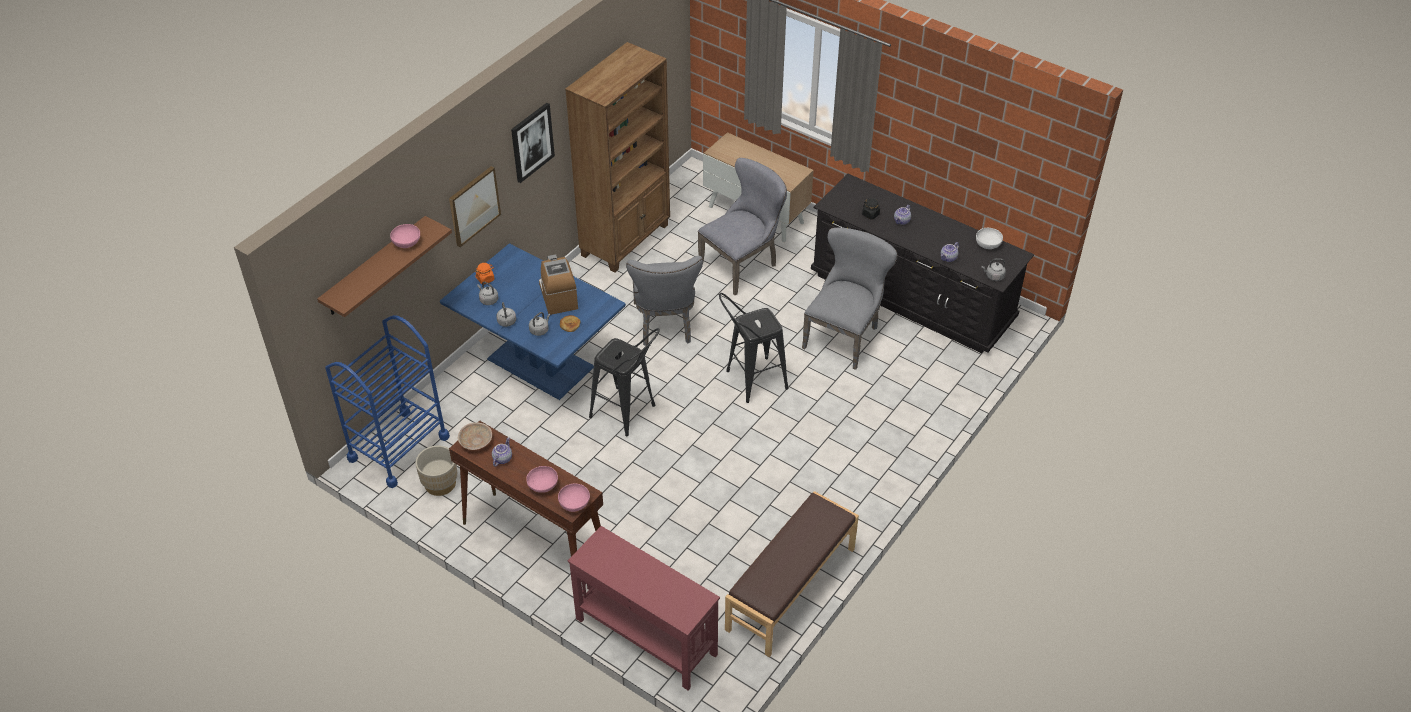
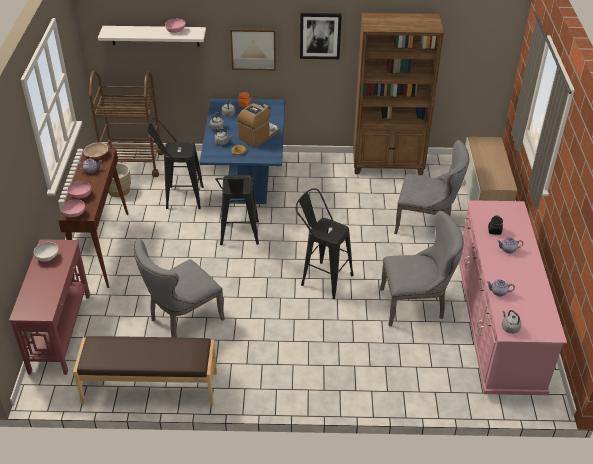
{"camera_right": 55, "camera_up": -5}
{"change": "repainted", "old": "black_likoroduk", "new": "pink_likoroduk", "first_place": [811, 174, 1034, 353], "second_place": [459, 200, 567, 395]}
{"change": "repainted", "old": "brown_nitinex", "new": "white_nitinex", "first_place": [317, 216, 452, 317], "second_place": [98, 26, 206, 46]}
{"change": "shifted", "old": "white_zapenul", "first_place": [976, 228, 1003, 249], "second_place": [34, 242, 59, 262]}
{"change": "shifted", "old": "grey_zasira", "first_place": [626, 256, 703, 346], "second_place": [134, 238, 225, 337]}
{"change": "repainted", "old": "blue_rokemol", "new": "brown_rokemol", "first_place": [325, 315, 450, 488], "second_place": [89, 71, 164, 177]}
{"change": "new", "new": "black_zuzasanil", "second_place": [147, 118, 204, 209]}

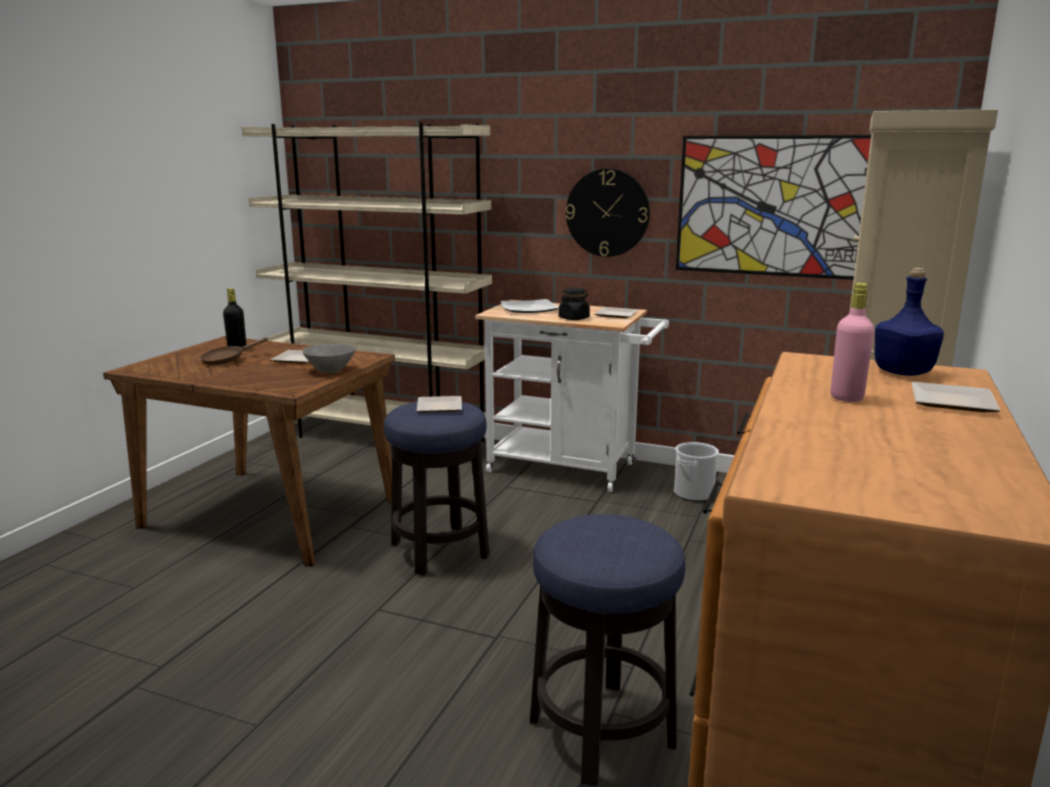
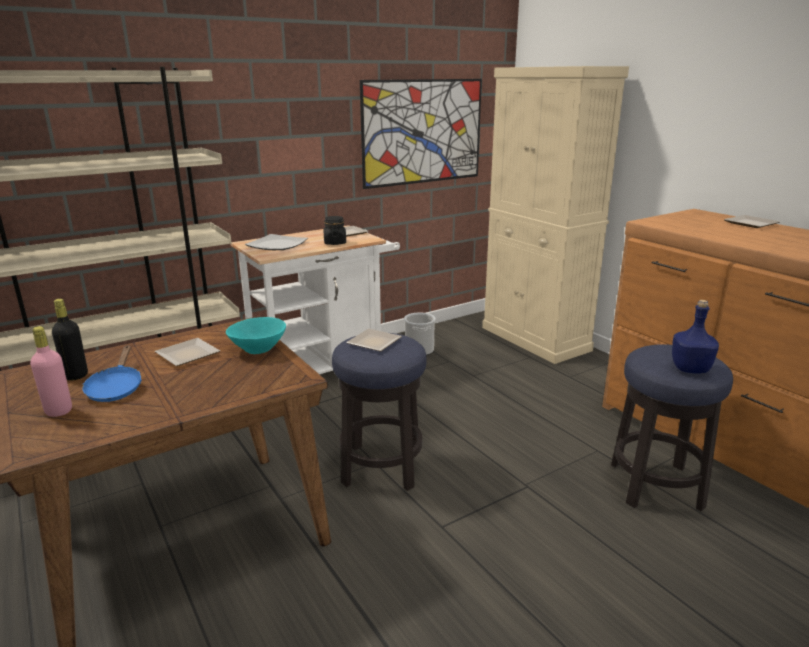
{"camera_right": -55, "camera_up": 5}
{"change": "gone", "old": "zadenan", "first_place": [566, 169, 650, 257]}
{"change": "shifted", "old": "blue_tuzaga", "first_place": [874, 268, 944, 376], "second_place": [672, 300, 719, 373]}
{"change": "shifted", "old": "pink_tuzaga", "first_place": [831, 283, 874, 402], "second_place": [30, 326, 72, 417]}
{"change": "repainted", "old": "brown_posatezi", "new": "blue_posatezi", "first_place": [200, 338, 268, 365], "second_place": [82, 345, 142, 402]}
{"change": "repainted", "old": "grey_zapenul", "new": "turquoise_zapenul", "first_place": [302, 344, 355, 373], "second_place": [226, 317, 286, 354]}

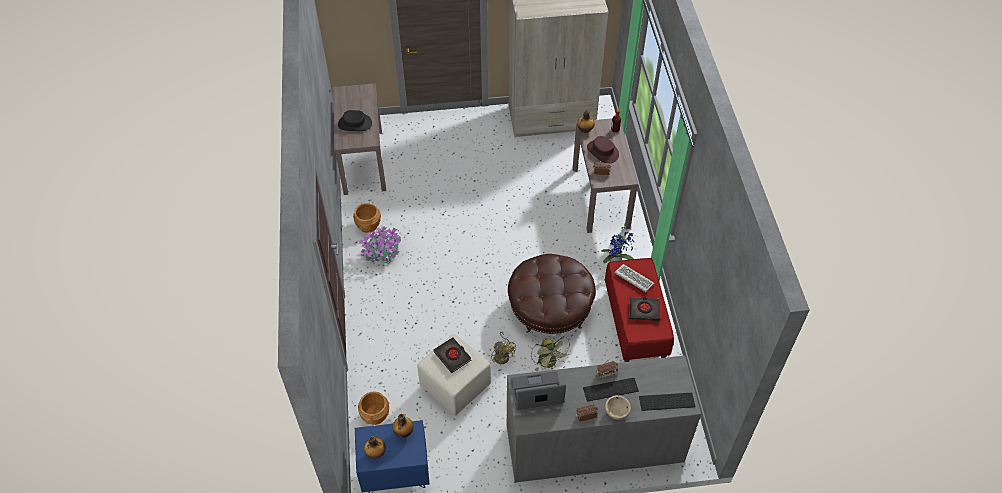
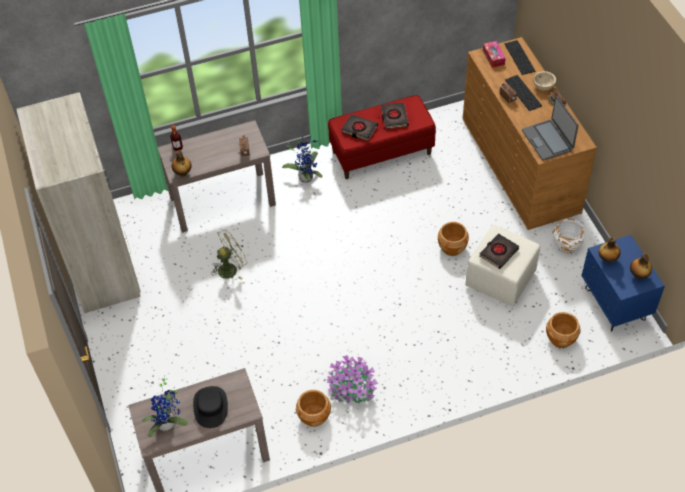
{"camera_right": -100, "camera_up": 0}
{"change": "gone", "old": "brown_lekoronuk", "first_place": [587, 136, 619, 163]}
{"change": "gone", "old": "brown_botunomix", "first_place": [508, 254, 596, 334]}
{"change": "swapped", "old": "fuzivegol", "new": "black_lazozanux", "first_place": [615, 264, 654, 292], "second_place": [341, 114, 378, 141]}
{"change": "swapped", "old": "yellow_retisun", "new": "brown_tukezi", "first_place": [491, 332, 516, 364], "second_place": [438, 222, 469, 256]}
{"change": "shifted", "old": "green_retisun", "first_place": [531, 335, 571, 371], "second_place": [211, 229, 247, 279]}
{"change": "repainted", "old": "grey_likoroduk", "new": "brown_likoroduk", "first_place": [507, 356, 701, 483], "second_place": [463, 37, 597, 230]}
{"change": "new", "new": "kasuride", "second_place": [483, 41, 506, 68]}
{"change": "new", "new": "white_tukezi", "second_place": [553, 219, 585, 253]}
{"change": "new", "new": "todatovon", "second_place": [142, 376, 188, 437]}

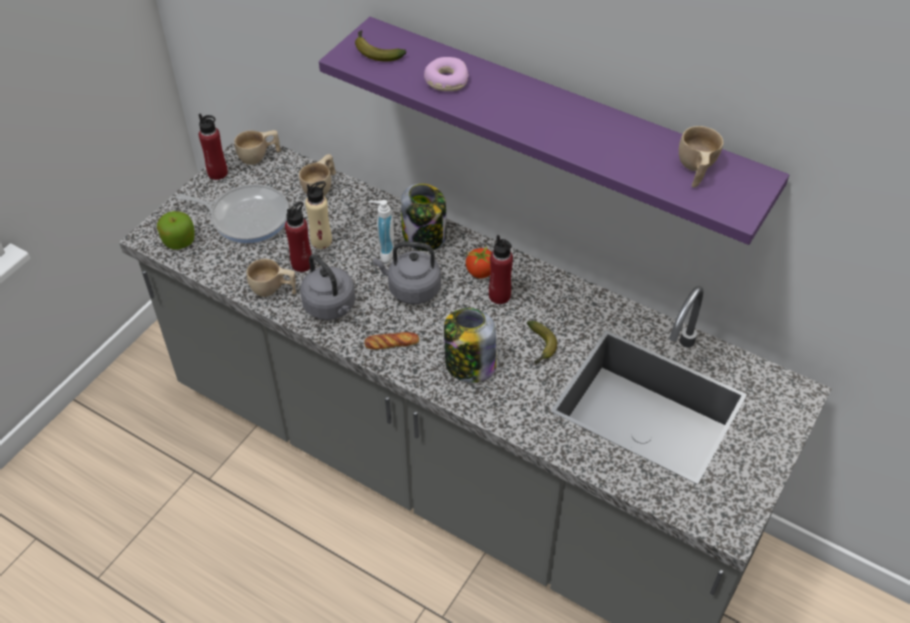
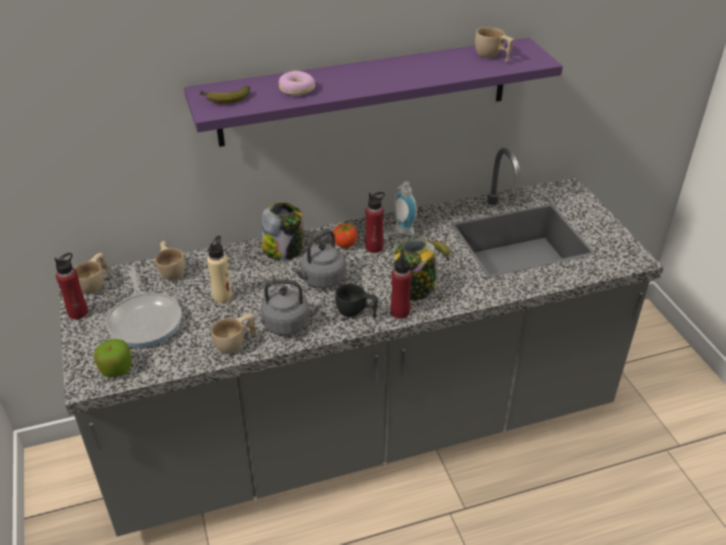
{"camera_right": -50, "camera_up": -10}
{"change": "rotated", "old": "posatezi", "first_place": [176, 184, 289, 243], "second_place": [106, 270, 182, 348], "degrees": 105}
{"change": "shifted", "old": "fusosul", "first_place": [368, 200, 394, 263], "second_place": [394, 181, 417, 236]}
{"change": "shifted", "old": "red_tuzaga", "first_place": [285, 201, 312, 272], "second_place": [390, 250, 412, 319]}
{"change": "swapped", "old": "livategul", "new": "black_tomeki", "first_place": [364, 332, 419, 349], "second_place": [335, 284, 378, 318]}

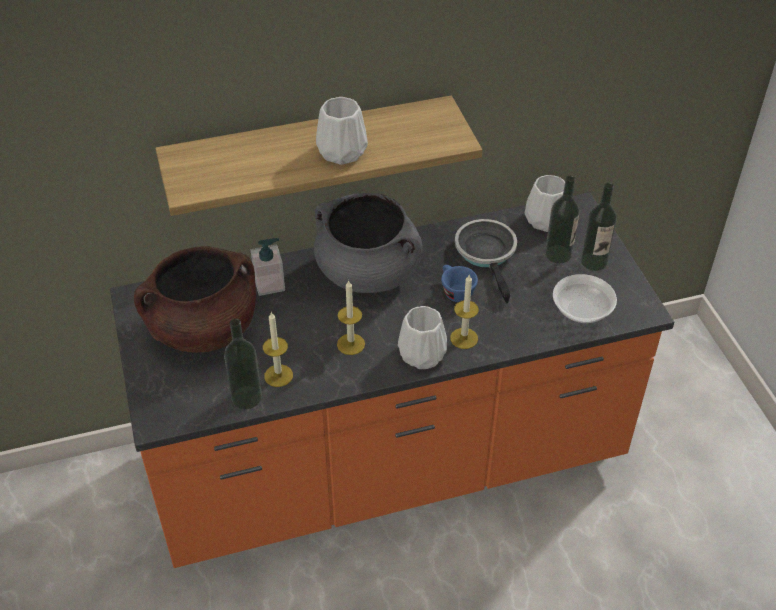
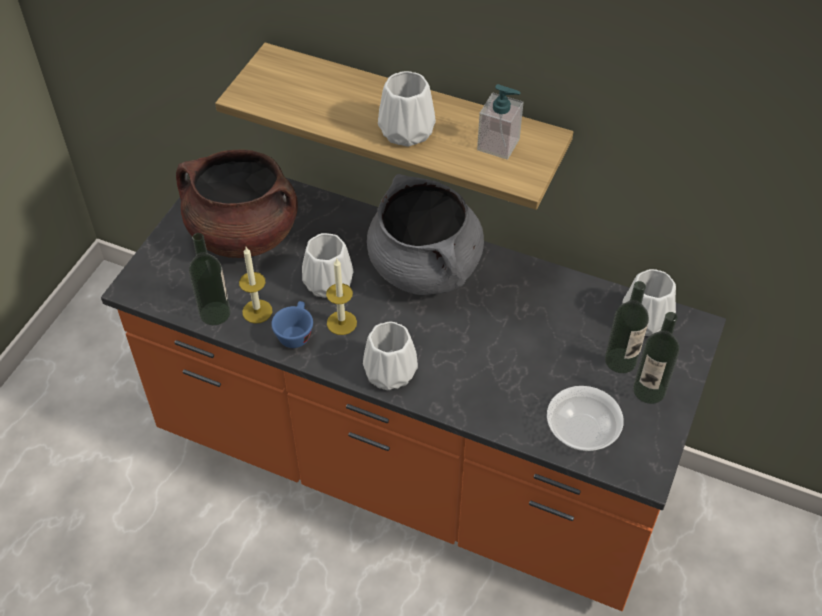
{"camera_right": 40, "camera_up": 5}
{"change": "gone", "old": "posatezi", "first_place": [455, 219, 517, 304]}
{"change": "shifted", "old": "fusosul", "first_place": [251, 238, 285, 296], "second_place": [477, 84, 523, 160]}
{"change": "shifted", "old": "blue_tomeki", "first_place": [441, 265, 478, 302], "second_place": [271, 301, 313, 348]}
{"change": "gone", "old": "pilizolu", "first_place": [450, 275, 479, 349]}
{"change": "new", "new": "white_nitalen", "second_place": [302, 233, 354, 298]}

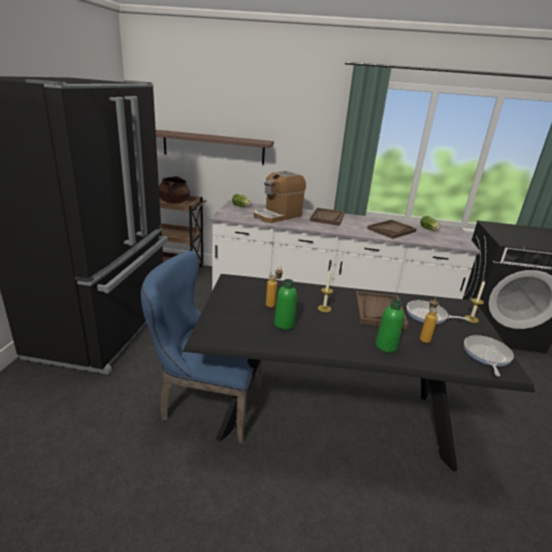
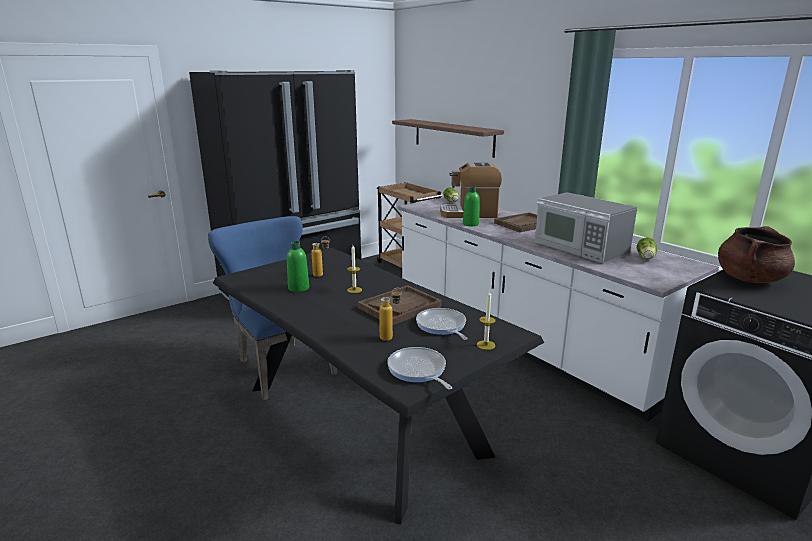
{"camera_right": 45, "camera_up": -5}
{"change": "shifted", "old": "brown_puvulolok", "first_place": [159, 176, 190, 204], "second_place": [718, 226, 795, 283]}
{"change": "swapped", "old": "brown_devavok", "new": "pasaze", "first_place": [367, 220, 417, 239], "second_place": [535, 192, 637, 263]}
{"change": "shifted", "old": "green_tuzaga", "first_place": [376, 299, 404, 353], "second_place": [463, 186, 480, 226]}
{"change": "rotated", "old": "posatezi", "first_place": [464, 335, 514, 376], "second_place": [387, 347, 452, 389], "degrees": -90}

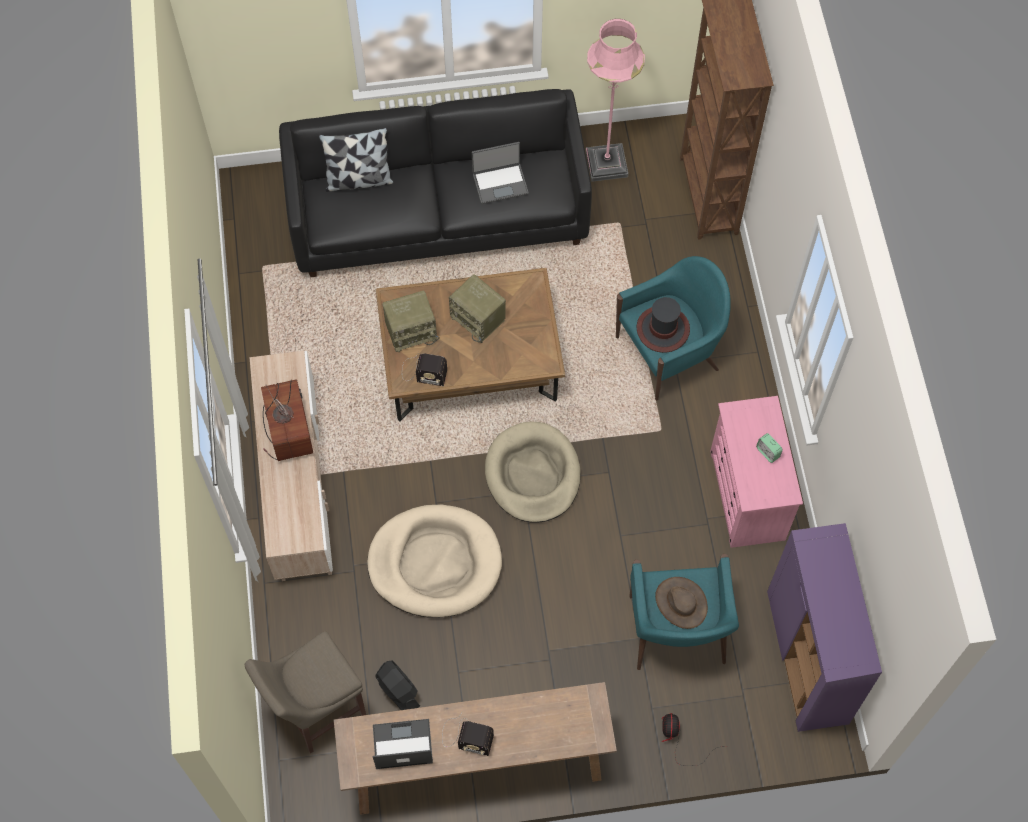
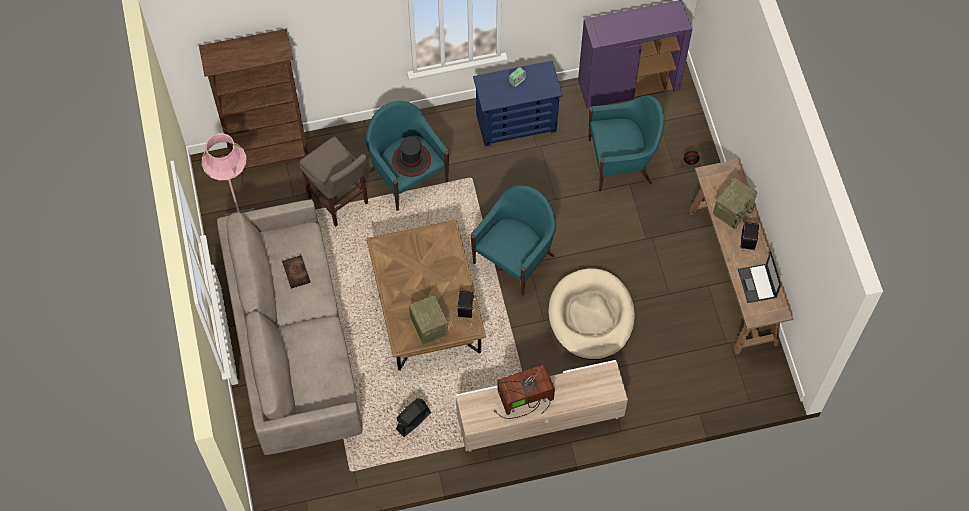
{"camera_right": -95, "camera_up": 0}
{"change": "repainted", "old": "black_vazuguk", "new": "beige_vazuguk", "first_place": [279, 89, 592, 277], "second_place": [217, 199, 362, 455]}
{"change": "gone", "old": "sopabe", "first_place": [319, 128, 394, 191]}
{"change": "swapped", "old": "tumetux", "new": "lazozanux", "first_place": [472, 142, 529, 204], "second_place": [282, 255, 310, 289]}
{"change": "shifted", "old": "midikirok", "first_place": [449, 274, 506, 343], "second_place": [713, 178, 758, 229]}
{"change": "repainted", "old": "pink_likoroduk", "new": "blue_likoroduk", "first_place": [710, 396, 803, 548], "second_place": [473, 61, 563, 146]}
{"change": "swapped", "old": "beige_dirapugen", "new": "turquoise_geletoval", "first_place": [485, 421, 581, 523], "second_place": [470, 185, 556, 296]}
{"change": "gone", "old": "brown_lekoronuk", "first_place": [655, 577, 708, 629]}
{"change": "shifted", "old": "beige_zuzasanil", "first_place": [245, 631, 366, 754], "second_place": [299, 136, 368, 227]}
{"change": "shifted", "old": "black_retisun", "first_place": [375, 660, 420, 710], "second_place": [396, 398, 431, 437]}

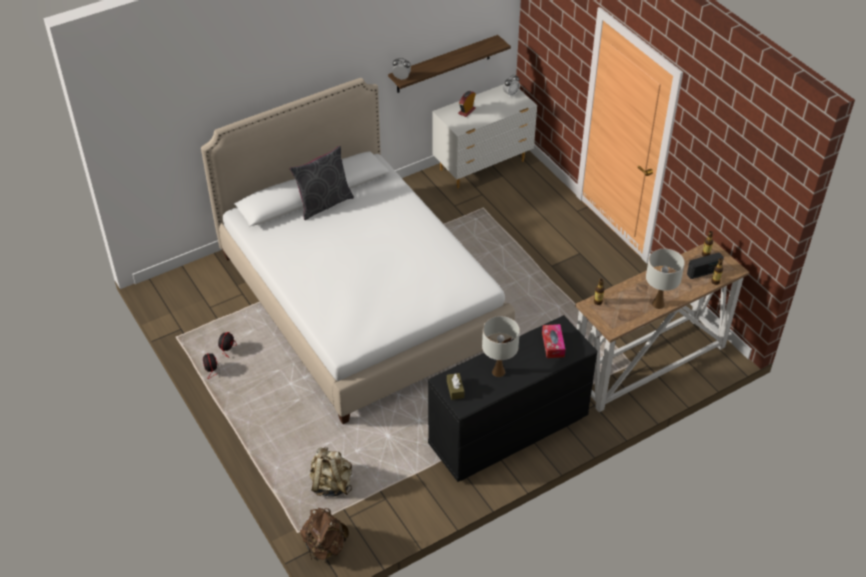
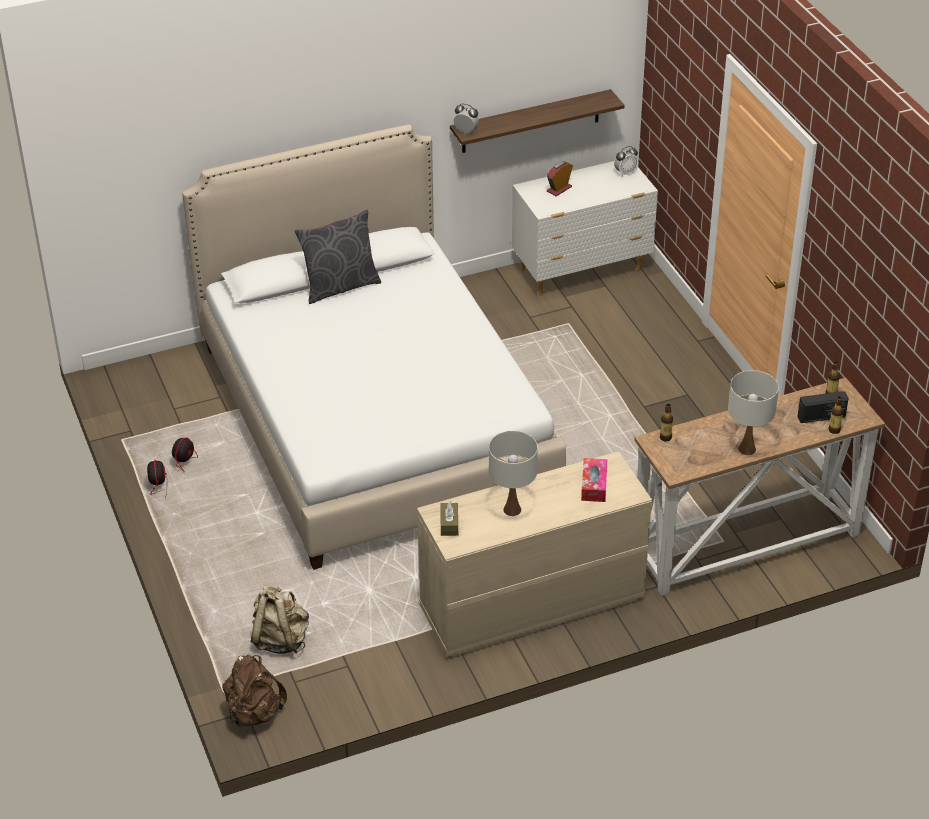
{"camera_right": 10, "camera_up": -5}
{"change": "repainted", "old": "black_likoroduk", "new": "beige_likoroduk", "first_place": [428, 315, 598, 482], "second_place": [417, 451, 652, 657]}

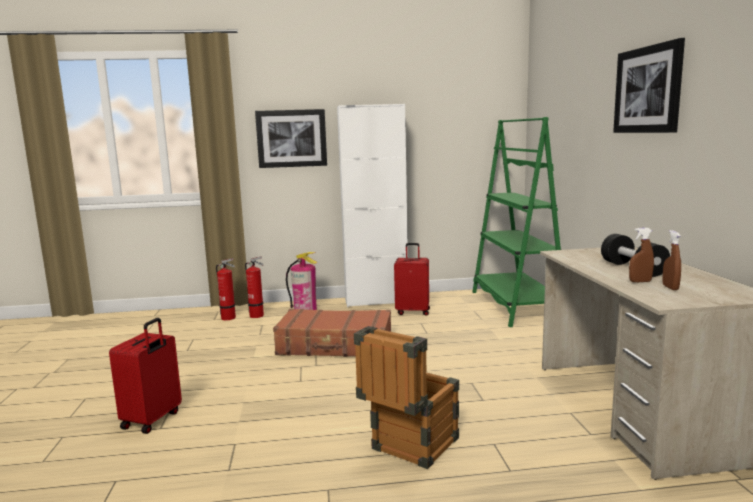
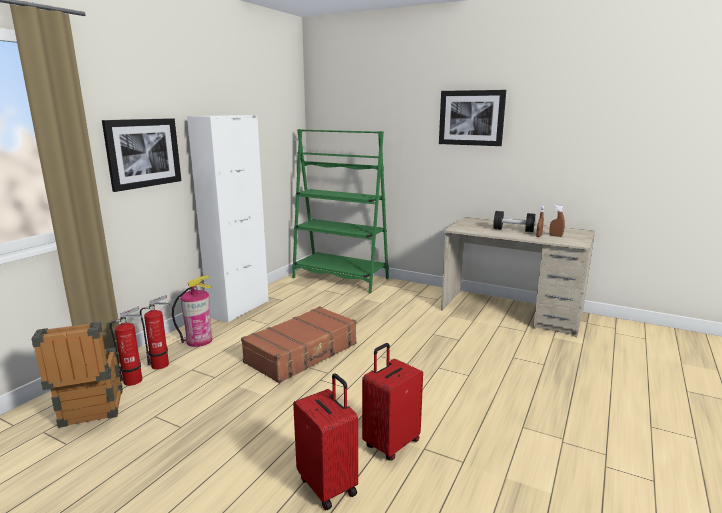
{"camera_right": -55, "camera_up": 5}
{"change": "shifted", "old": "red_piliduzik", "first_place": [394, 243, 430, 316], "second_place": [362, 343, 423, 461]}
{"change": "shifted", "old": "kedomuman", "first_place": [354, 326, 459, 469], "second_place": [31, 322, 123, 428]}

